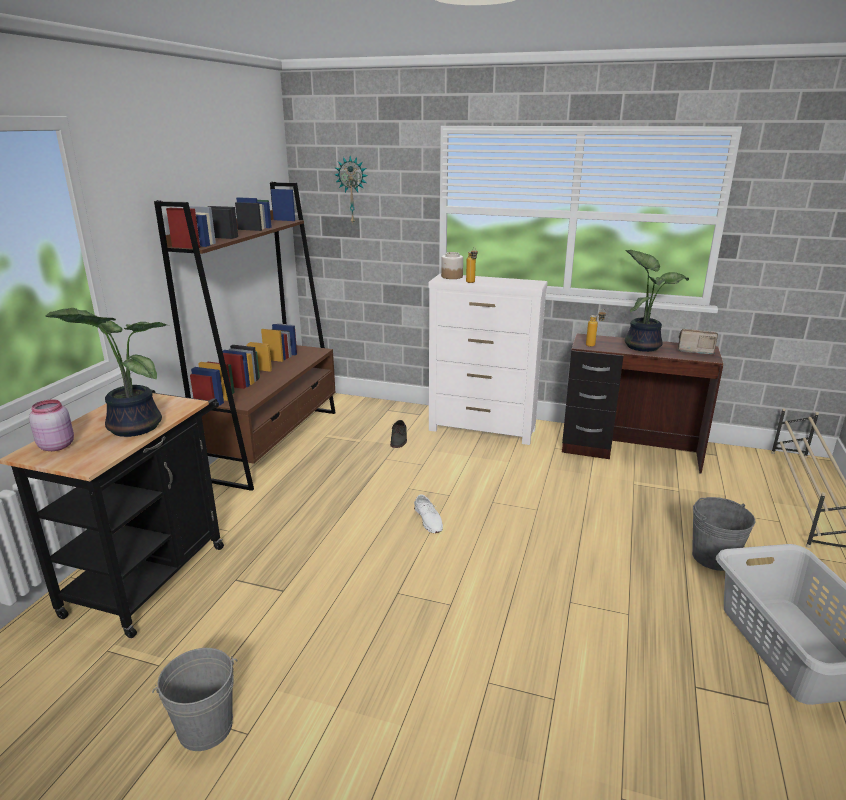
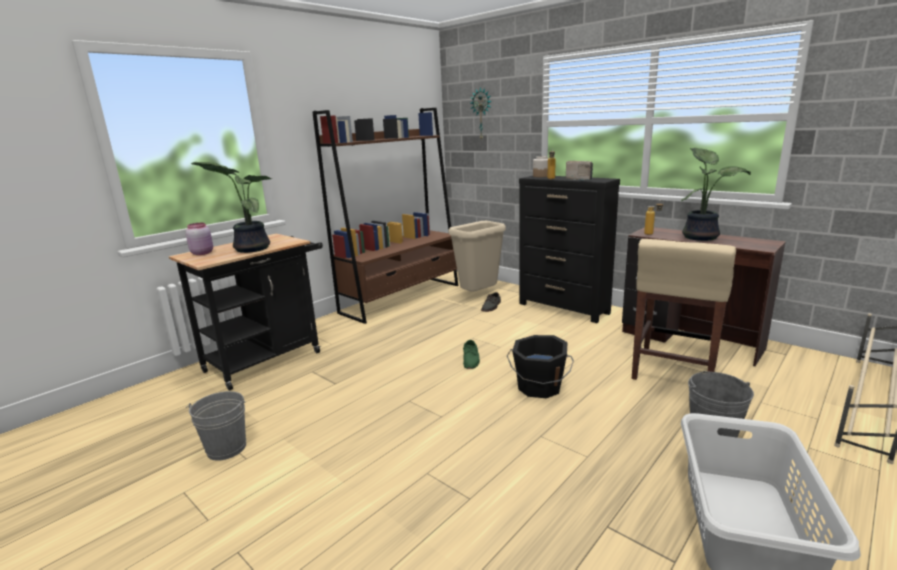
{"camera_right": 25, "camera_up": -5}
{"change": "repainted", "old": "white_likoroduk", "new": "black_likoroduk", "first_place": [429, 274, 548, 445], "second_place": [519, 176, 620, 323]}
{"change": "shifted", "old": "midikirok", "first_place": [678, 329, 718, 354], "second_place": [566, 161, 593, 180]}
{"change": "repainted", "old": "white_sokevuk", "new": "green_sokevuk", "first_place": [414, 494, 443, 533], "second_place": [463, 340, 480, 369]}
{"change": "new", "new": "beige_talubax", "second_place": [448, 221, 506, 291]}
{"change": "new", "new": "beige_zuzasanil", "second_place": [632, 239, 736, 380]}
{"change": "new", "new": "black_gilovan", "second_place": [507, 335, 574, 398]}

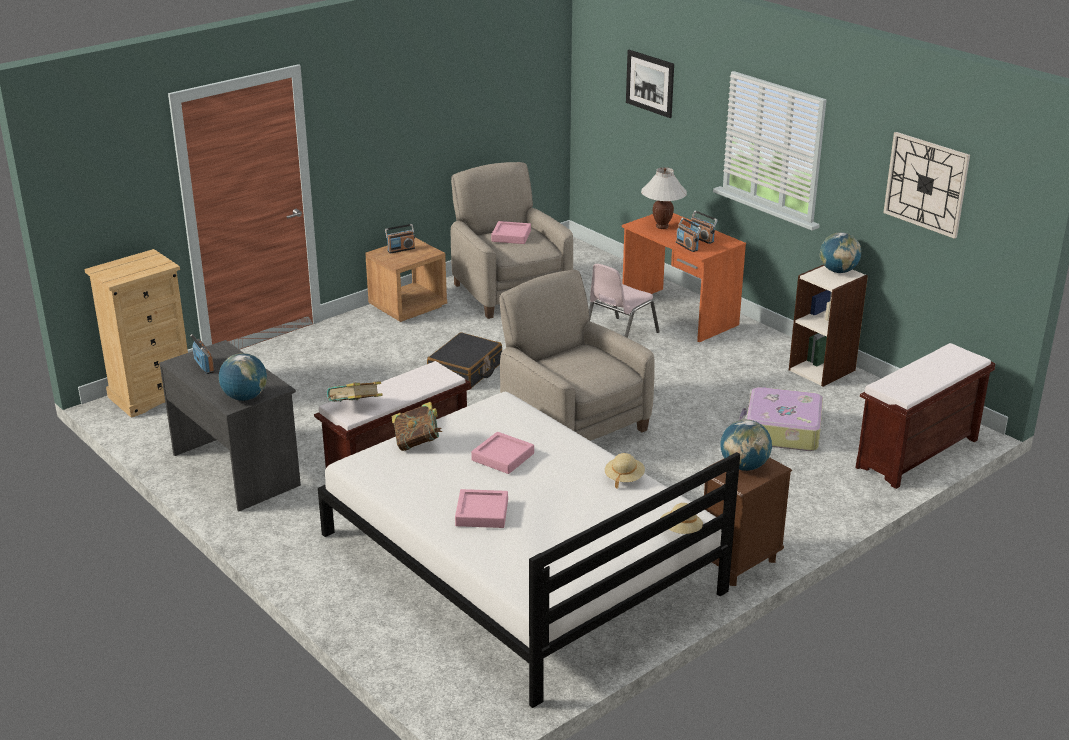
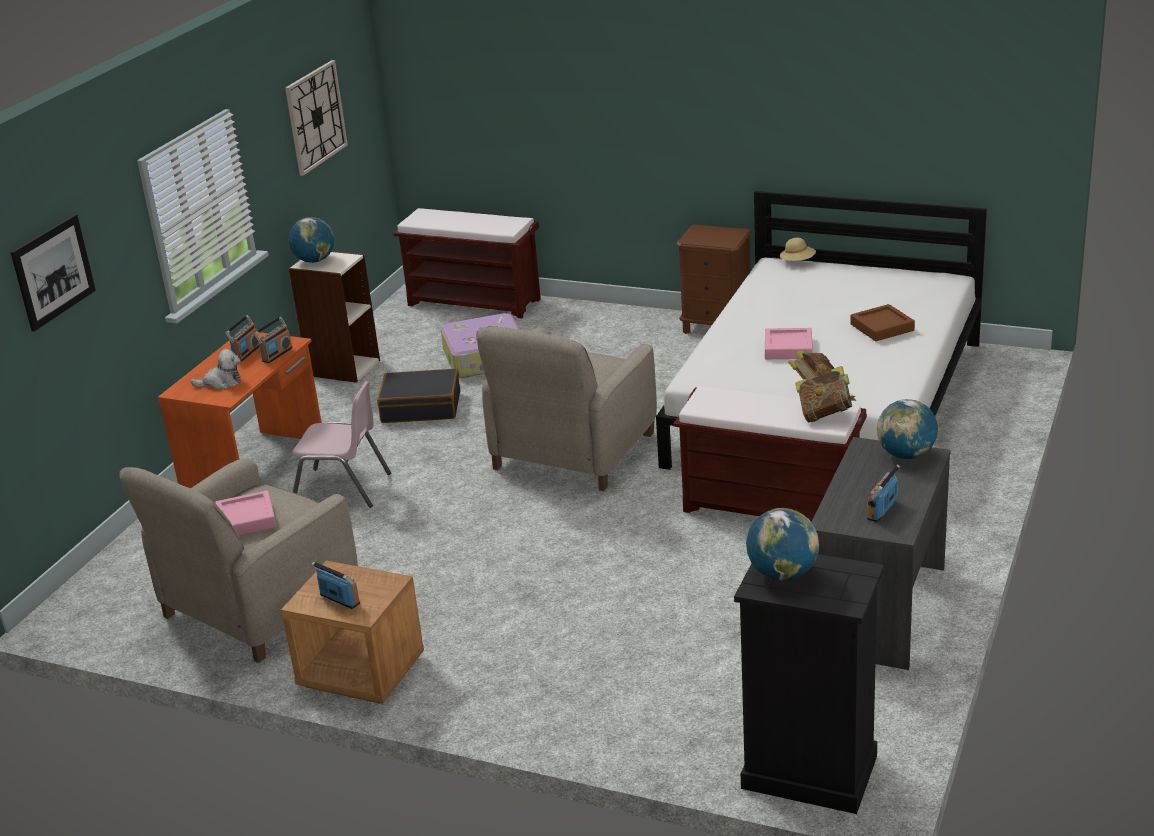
{"camera_right": -115, "camera_up": 0}
{"change": "swapped", "old": "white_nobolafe", "new": "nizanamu", "first_place": [641, 167, 687, 229], "second_place": [190, 349, 241, 390]}
{"change": "repainted", "old": "beige_likoroduk", "new": "black_likoroduk", "first_place": [85, 249, 188, 418], "second_place": [734, 554, 884, 814]}
{"change": "shifted", "old": "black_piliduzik", "first_place": [427, 332, 502, 388], "second_place": [377, 368, 460, 423]}
{"change": "shifted", "old": "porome", "first_place": [721, 419, 772, 471], "second_place": [746, 508, 819, 581]}
{"change": "gone", "old": "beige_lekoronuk", "first_place": [605, 453, 645, 488]}
{"change": "repainted", "old": "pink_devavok", "new": "brown_devavok", "first_place": [455, 489, 508, 528], "second_place": [850, 304, 915, 341]}

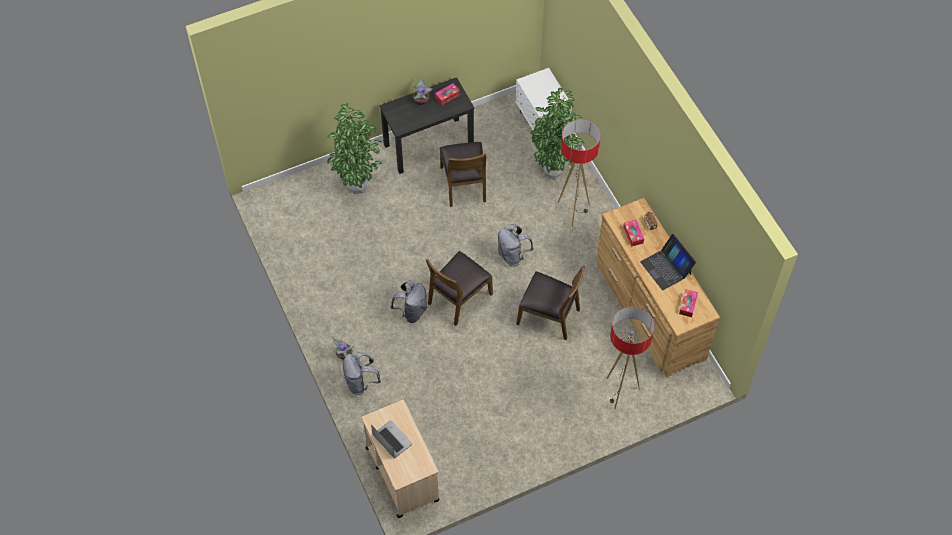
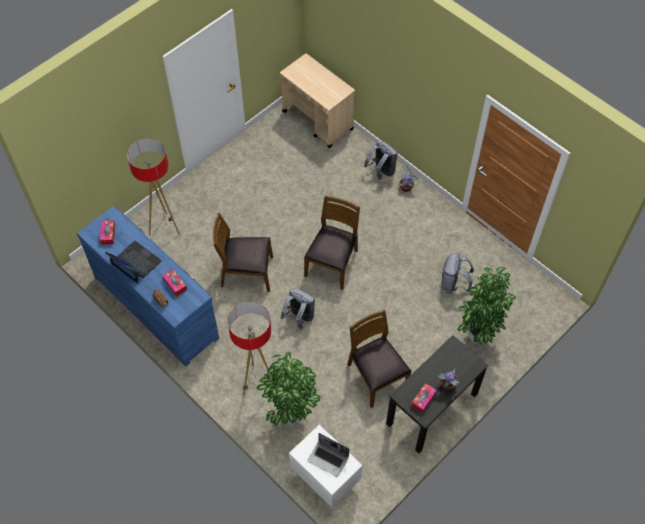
{"camera_right": 160, "camera_up": 0}
{"change": "repainted", "old": "brown_likoroduk", "new": "blue_likoroduk", "first_place": [596, 198, 720, 378], "second_place": [77, 206, 219, 367]}
{"change": "shifted", "old": "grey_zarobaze", "first_place": [391, 280, 427, 323], "second_place": [442, 253, 474, 293]}
{"change": "shifted", "old": "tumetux", "first_place": [371, 420, 412, 458], "second_place": [307, 433, 349, 477]}

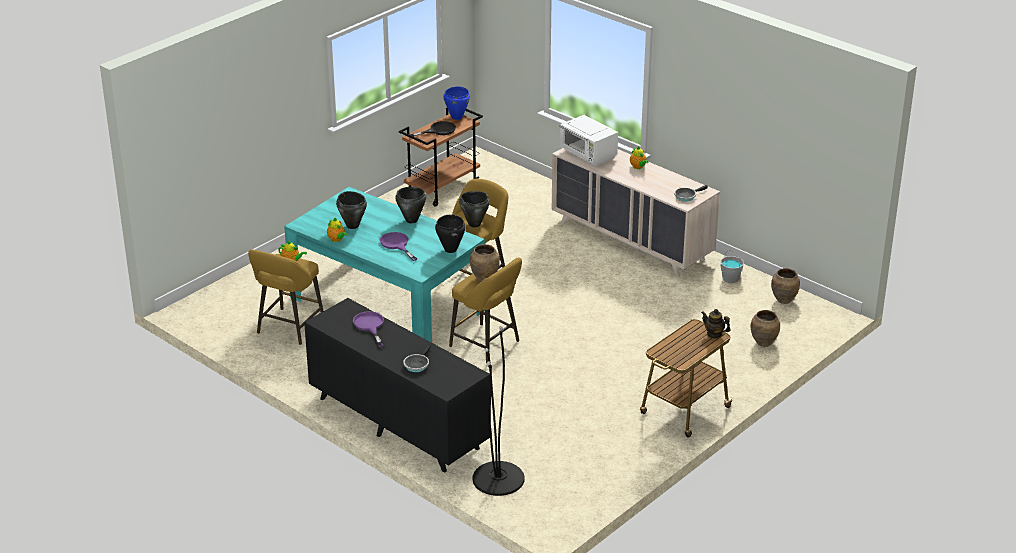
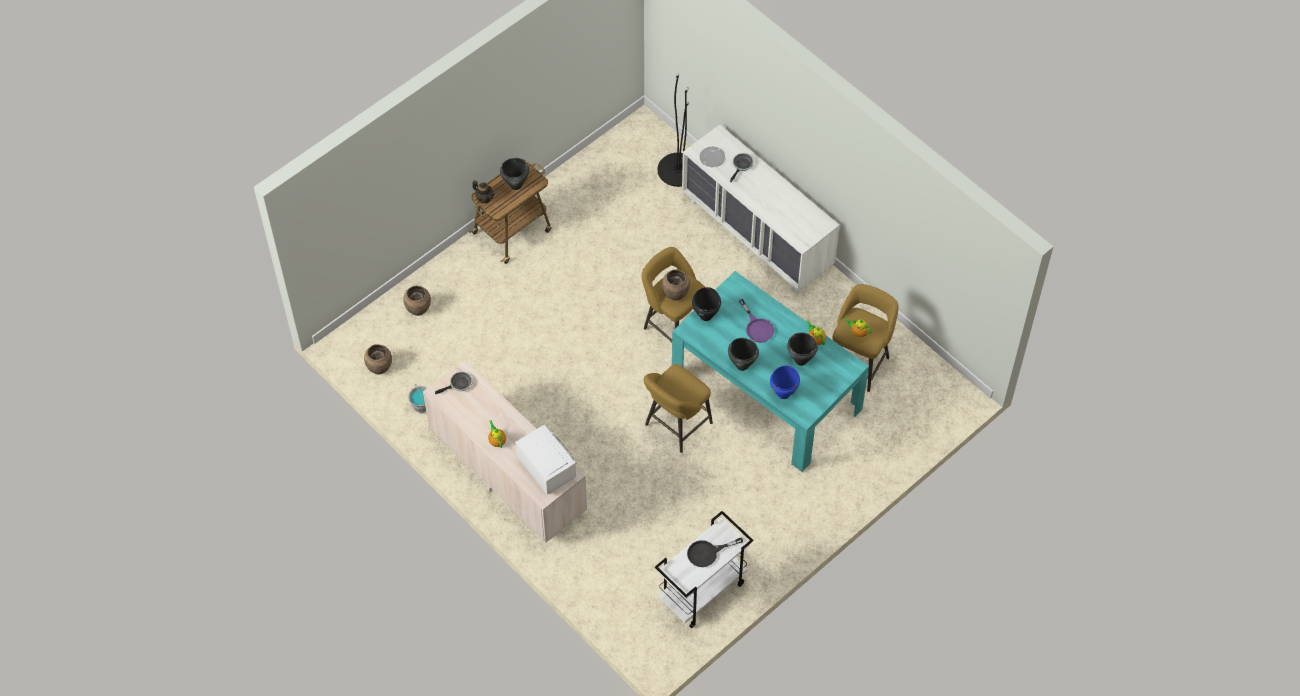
{"camera_right": -175, "camera_up": 25}
{"change": "shifted", "old": "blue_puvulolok", "first_place": [443, 86, 470, 120], "second_place": [770, 366, 800, 399]}
{"change": "repainted", "old": "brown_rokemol", "new": "white_rokemol", "first_place": [399, 108, 483, 207], "second_place": [655, 511, 753, 628]}
{"change": "shifted", "old": "black_puvulolok", "first_place": [459, 191, 490, 227], "second_place": [500, 158, 529, 190]}
{"change": "repainted", "old": "black_likoroduk", "new": "white_likoroduk", "first_place": [304, 298, 490, 473], "second_place": [682, 124, 840, 292]}
{"change": "gone", "old": "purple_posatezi", "first_place": [353, 311, 384, 347]}
{"change": "new", "new": "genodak", "second_place": [700, 147, 725, 167]}

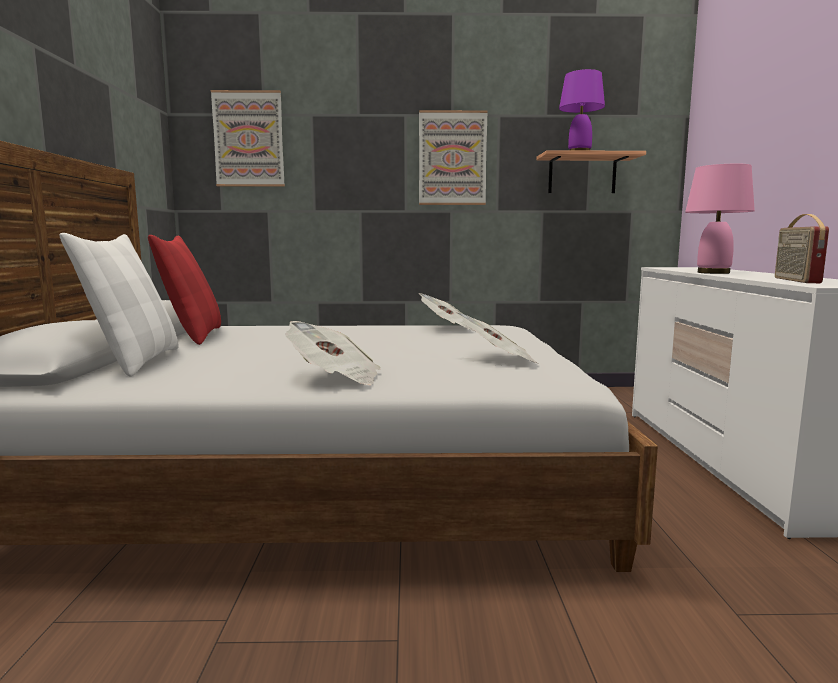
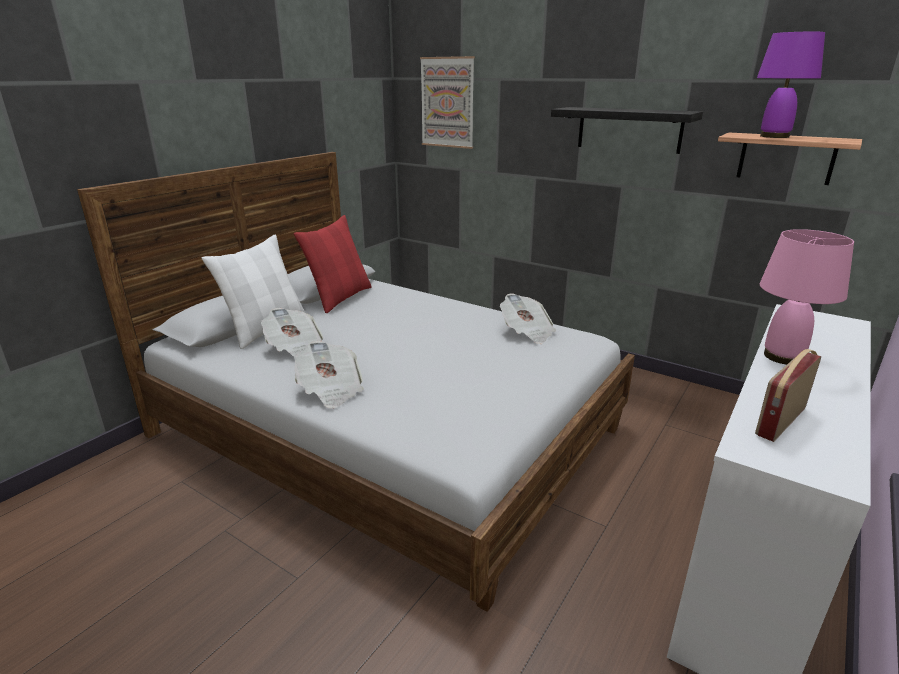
{"camera_right": 35, "camera_up": 15}
{"change": "swapped", "old": "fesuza", "new": "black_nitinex", "first_place": [419, 110, 487, 205], "second_place": [551, 107, 703, 154]}
{"change": "shifted", "old": "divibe", "first_place": [454, 311, 540, 364], "second_place": [261, 308, 323, 358]}

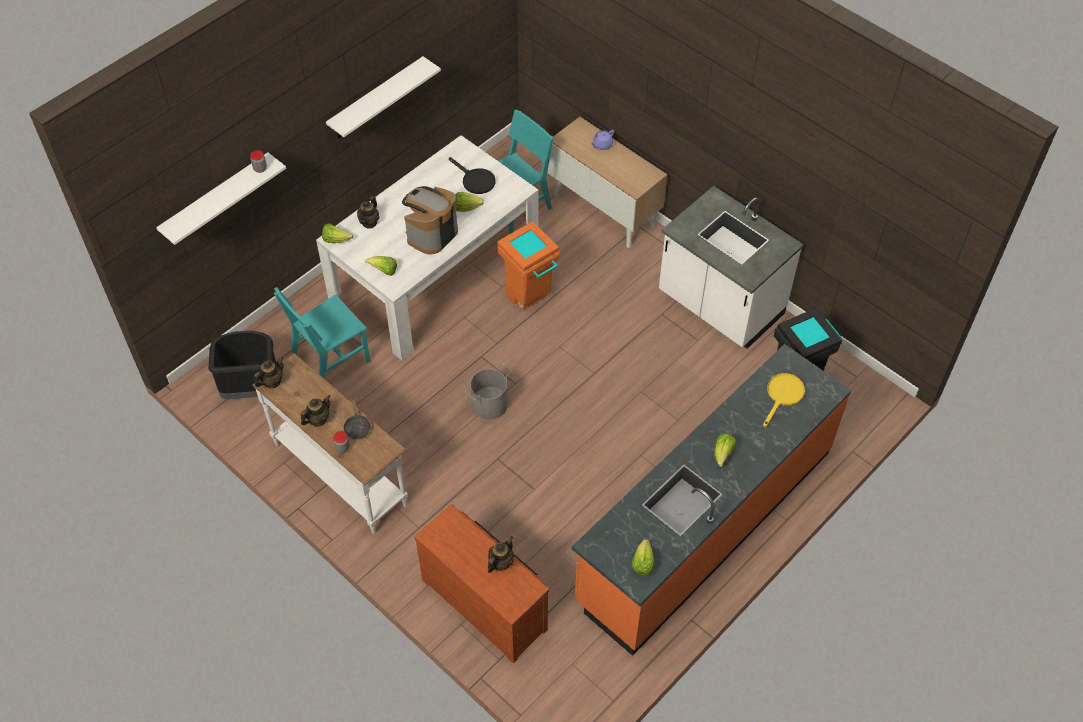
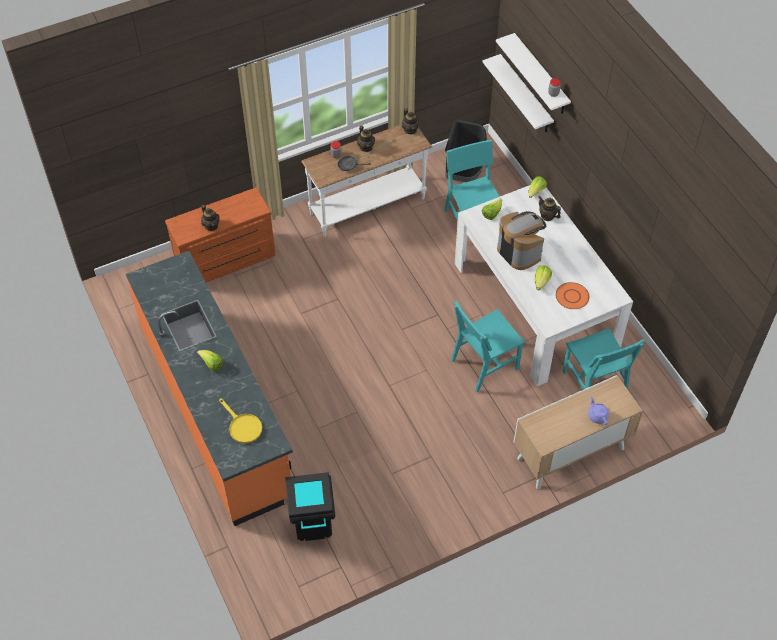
{"camera_right": 110, "camera_up": 0}
{"change": "shifted", "old": "white_nitinex", "first_place": [326, 56, 441, 138], "second_place": [482, 54, 554, 132]}
{"change": "swapped", "old": "black_posatezi", "new": "orange_genodak", "first_place": [449, 157, 495, 194], "second_place": [556, 282, 589, 309]}
{"change": "gone", "old": "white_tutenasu", "first_place": [659, 186, 804, 349]}
{"change": "swapped", "old": "orange_talubax", "new": "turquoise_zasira", "first_place": [498, 221, 560, 310], "second_place": [451, 301, 525, 393]}
{"change": "gone", "old": "grey_gilovan", "first_place": [465, 363, 512, 420]}
{"change": "gone", "old": "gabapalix", "first_place": [632, 539, 654, 576]}

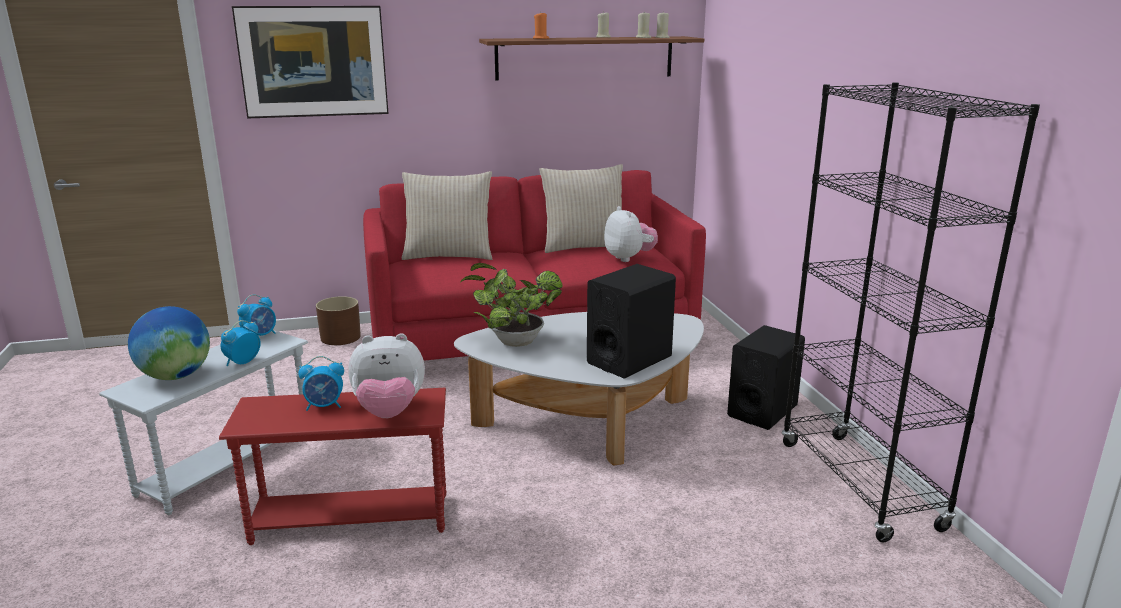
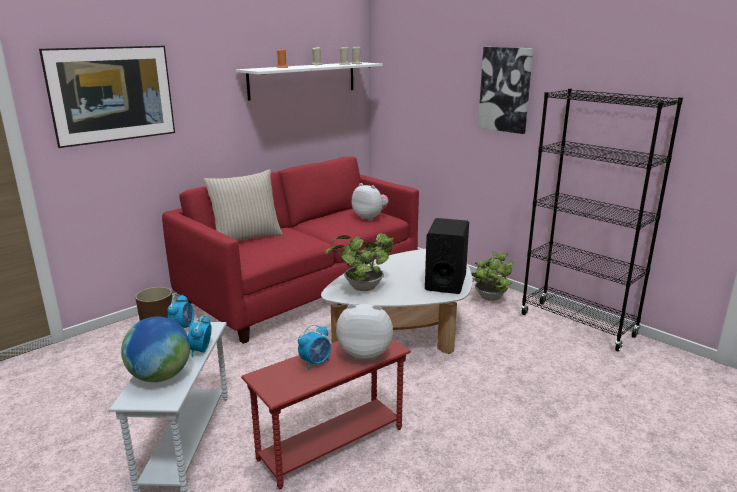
{"camera_right": -30, "camera_up": 0}
{"change": "repainted", "old": "brown_nitinex", "new": "white_nitinex", "first_place": [479, 36, 704, 81], "second_place": [236, 62, 383, 101]}
{"change": "gone", "old": "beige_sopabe", "first_place": [539, 164, 623, 253]}
{"change": "swapped", "old": "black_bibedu", "new": "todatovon", "first_place": [727, 325, 805, 430], "second_place": [471, 251, 514, 301]}
{"change": "rotated", "old": "nizanamu", "first_place": [348, 333, 425, 418], "second_place": [336, 303, 393, 360], "degrees": -135}
{"change": "new", "new": "fesuza", "second_place": [478, 47, 533, 134]}

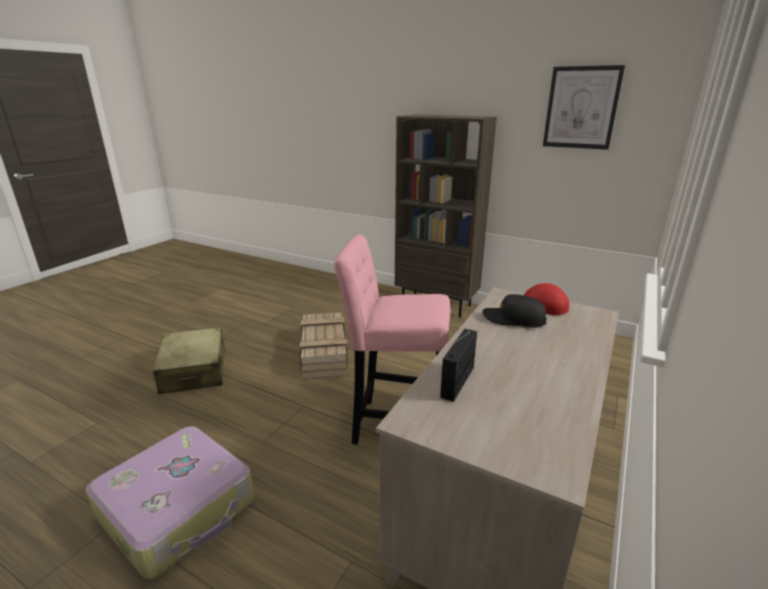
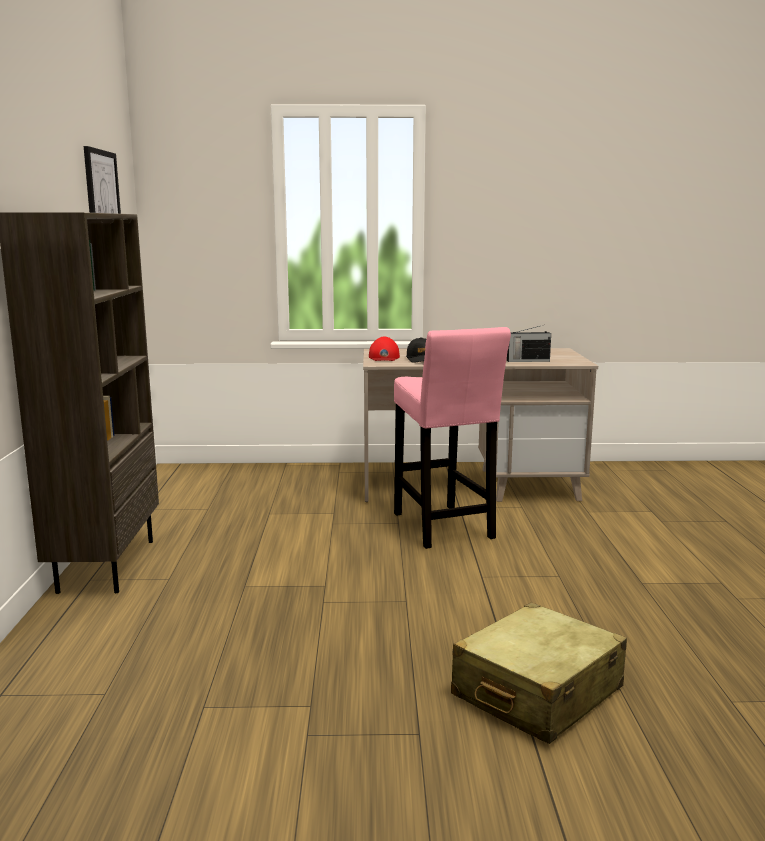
{"camera_right": -120, "camera_up": -10}
{"change": "gone", "old": "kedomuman", "first_place": [299, 313, 348, 380]}
{"change": "gone", "old": "piliduzik", "first_place": [85, 426, 254, 579]}

